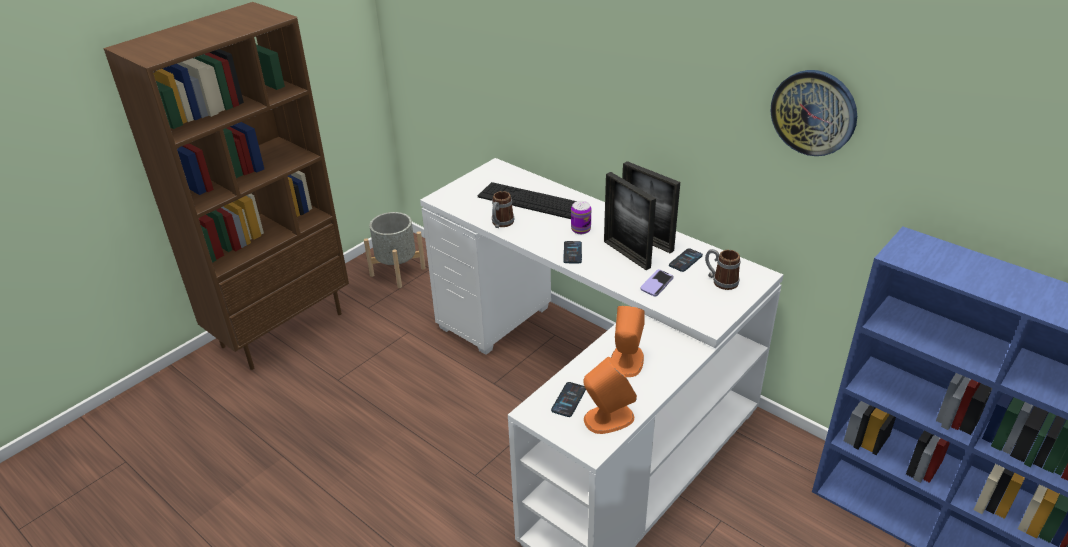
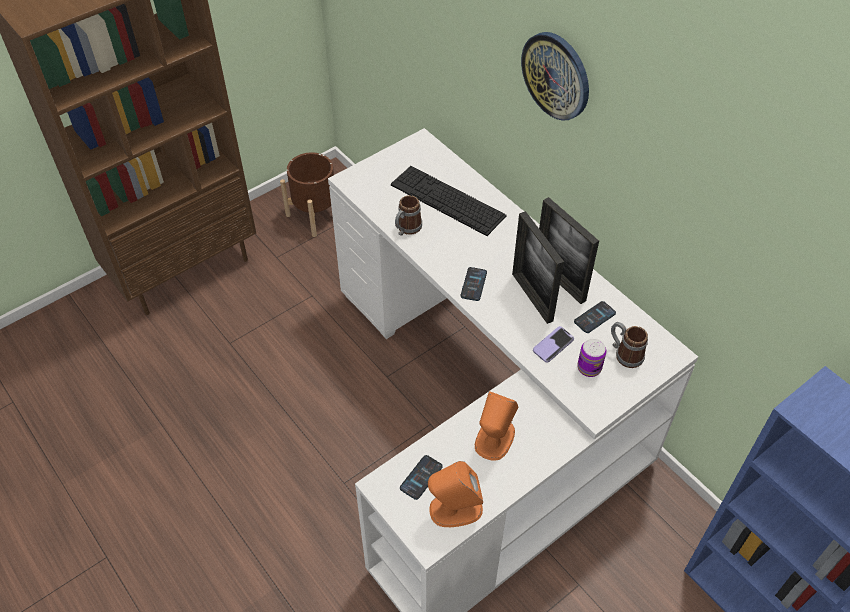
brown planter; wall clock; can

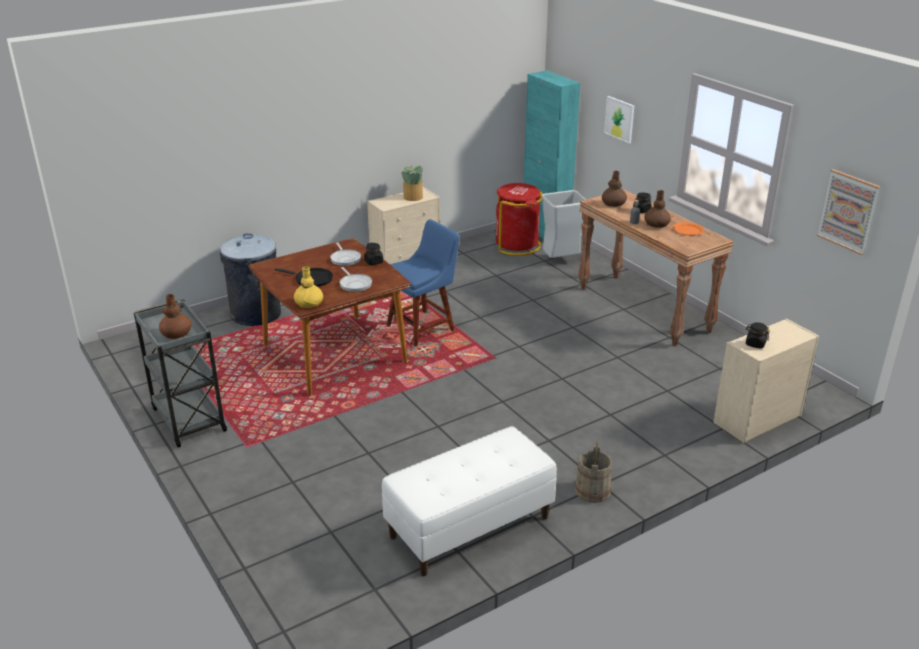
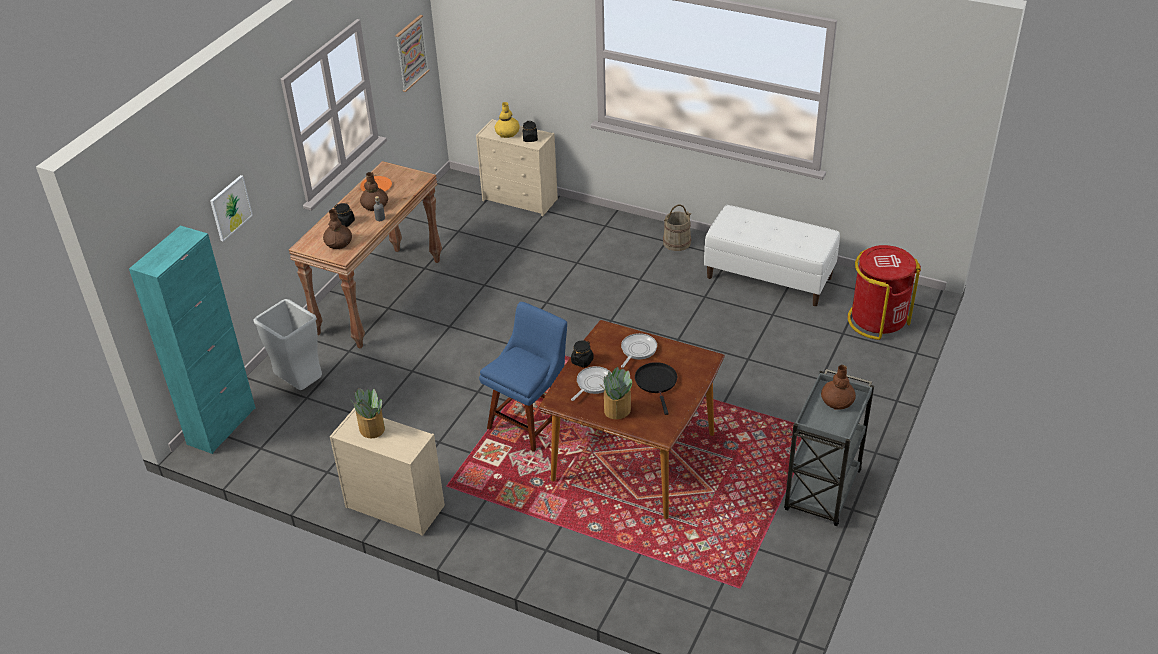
blue chair; yellow vase; potted plant (2nd from left); red trash can; grey trash can (1st from left in the first image)

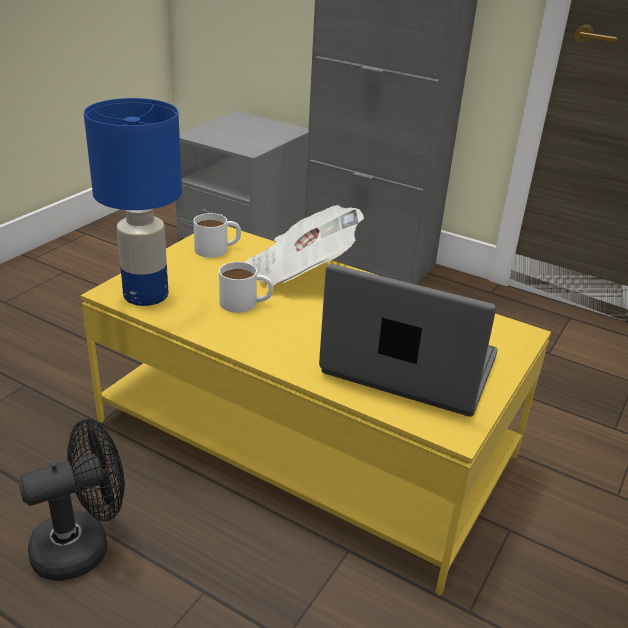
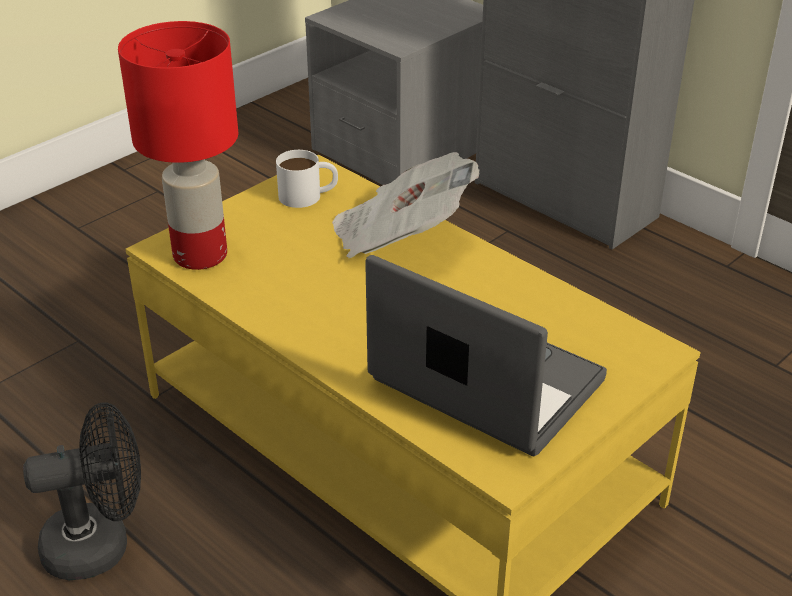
red table lamp; white mug (2nd from left in the first image)

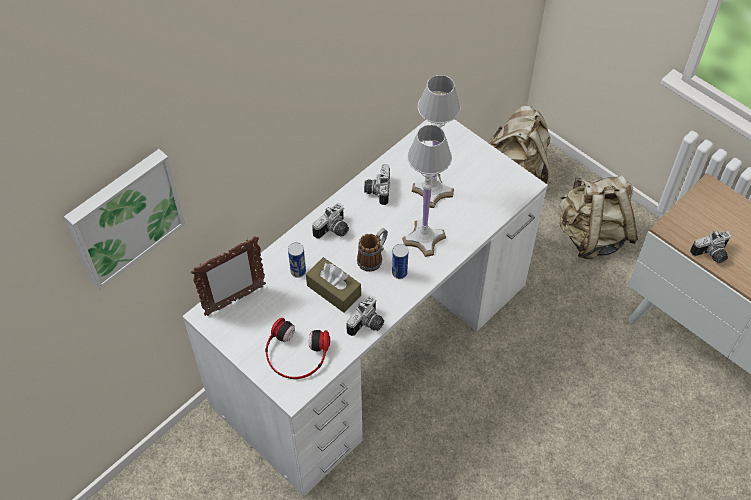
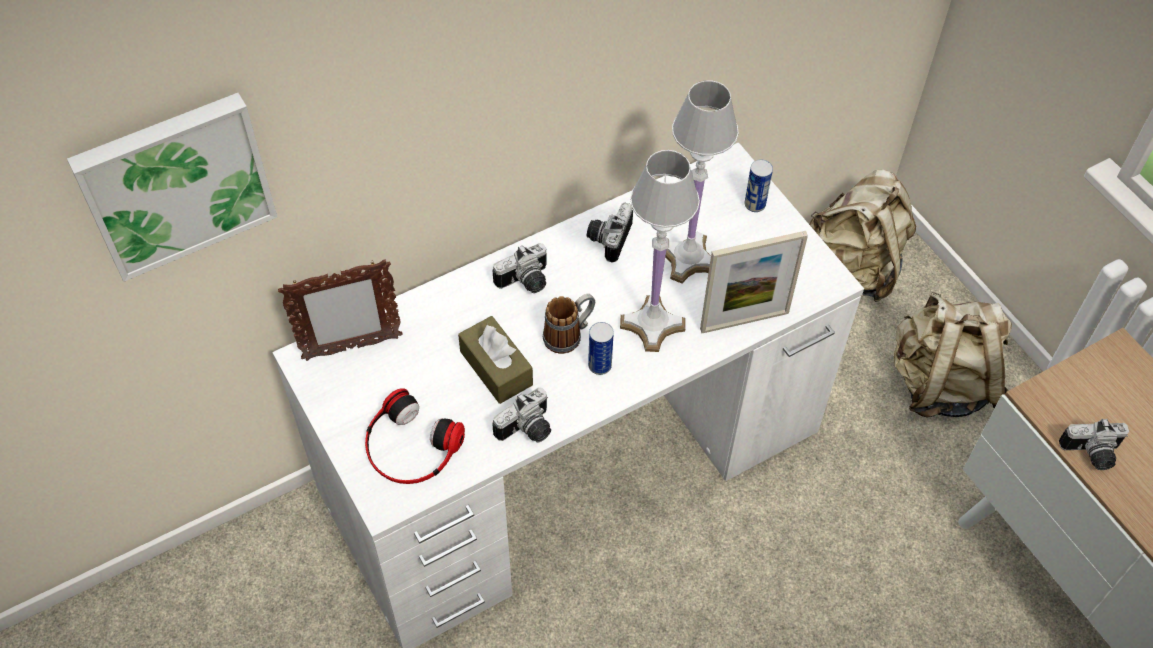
picture frame (2nd from left); can (2nd from left)

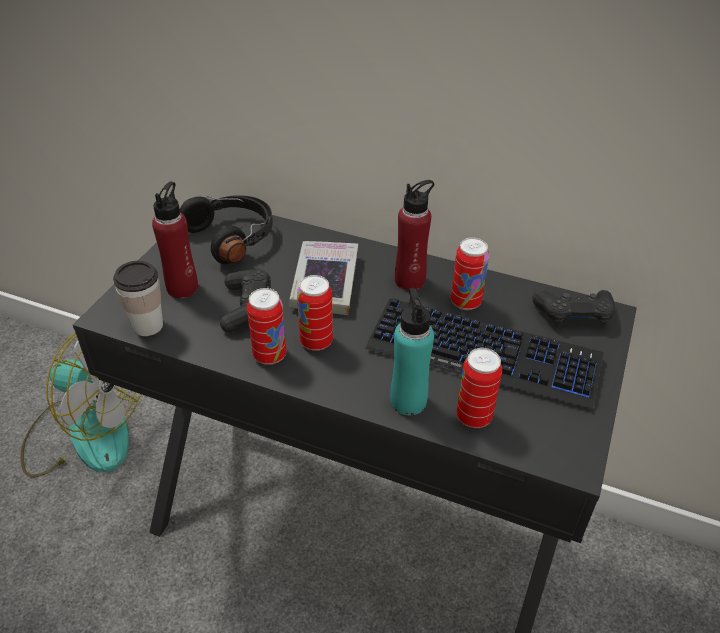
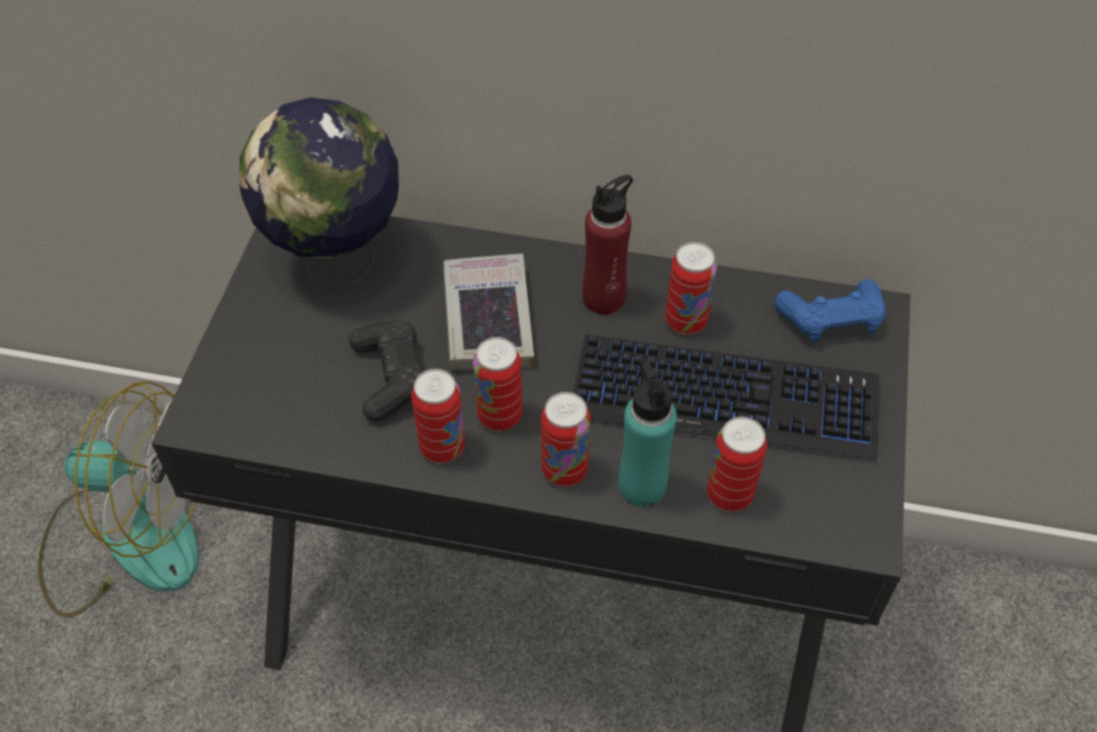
globe; can (3rd from left); blue game controller; cup; red bottle (1st from left in the first image)

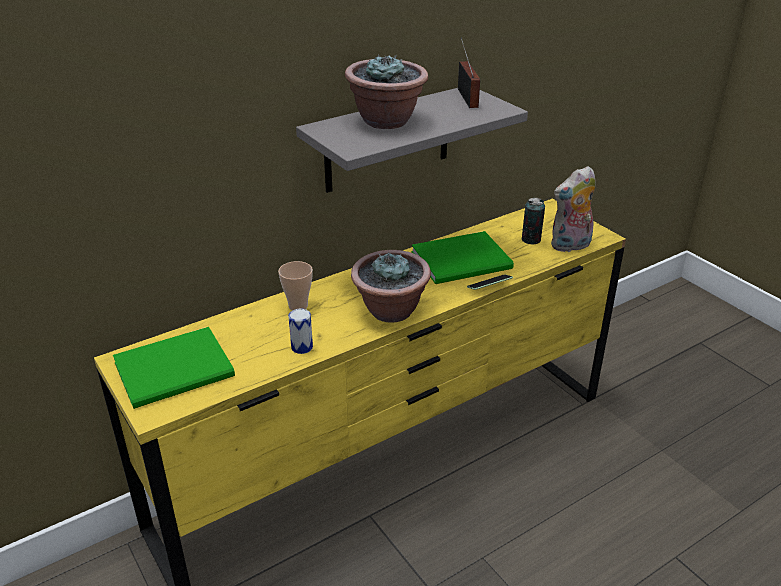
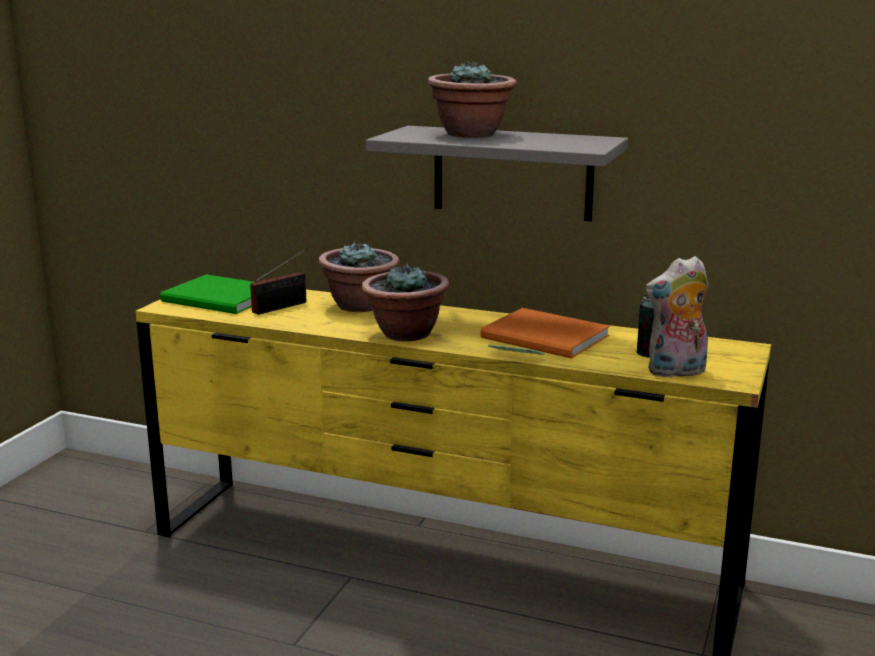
radio; potted plant (1st from left); orange book; plush toy; can (1st from left in the first image)

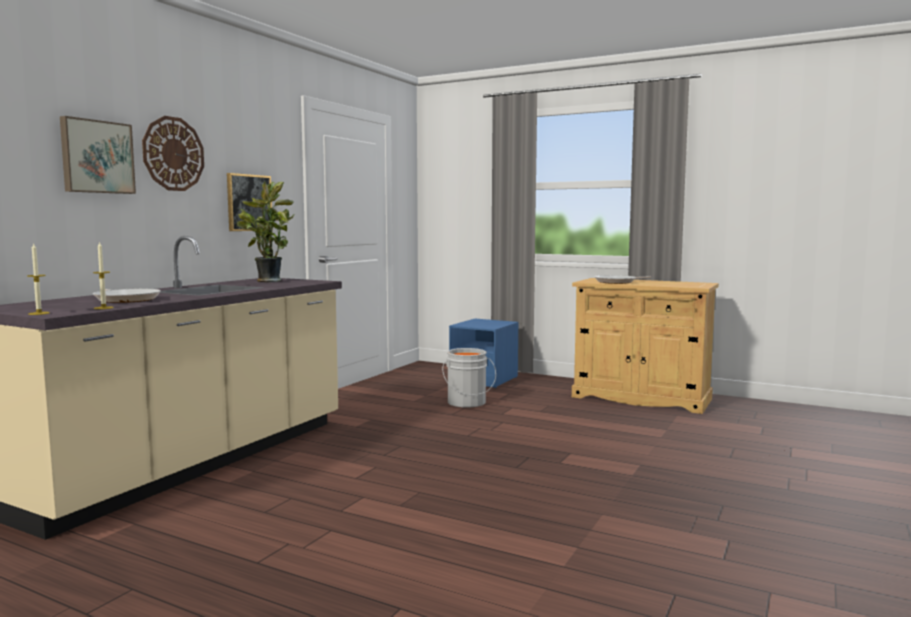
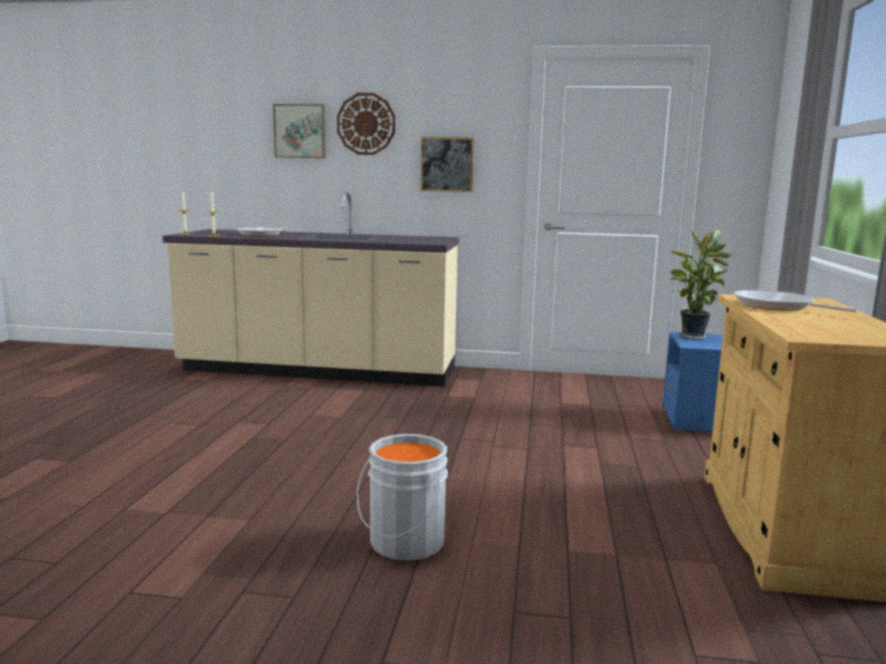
grey bucket; potted plant

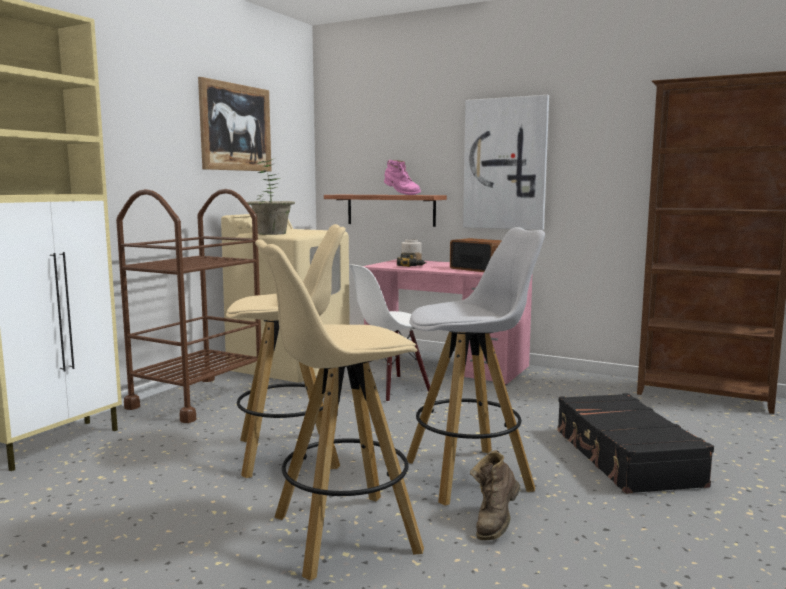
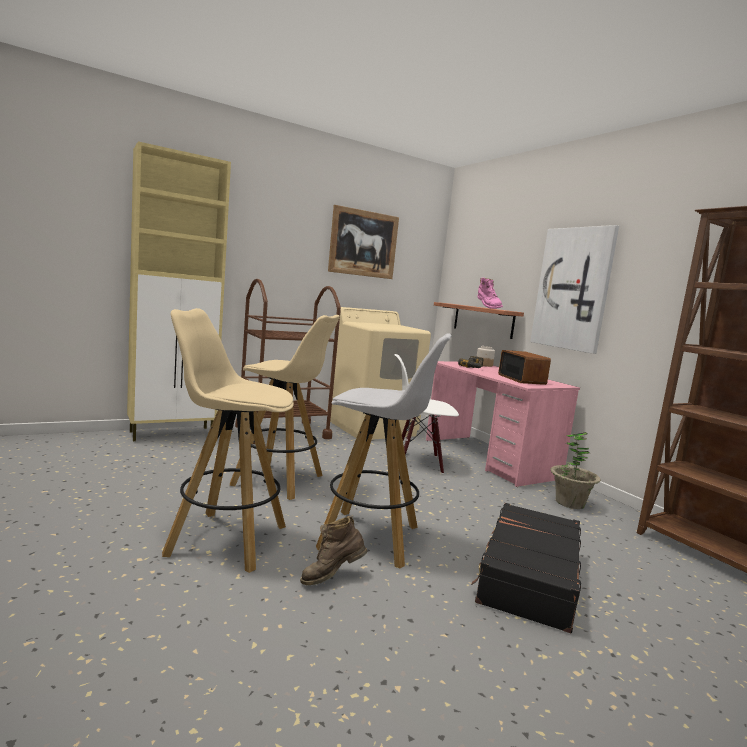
potted plant

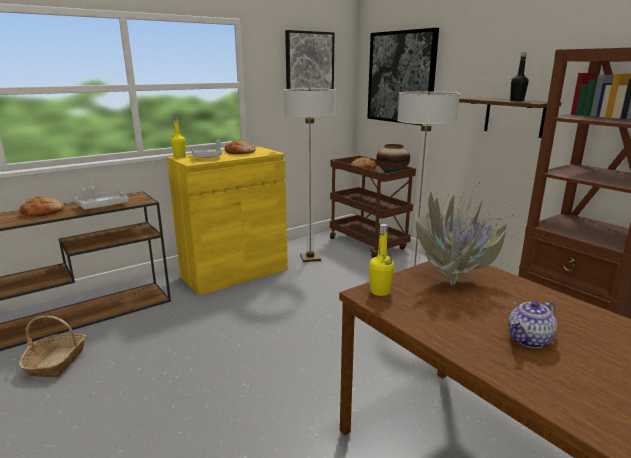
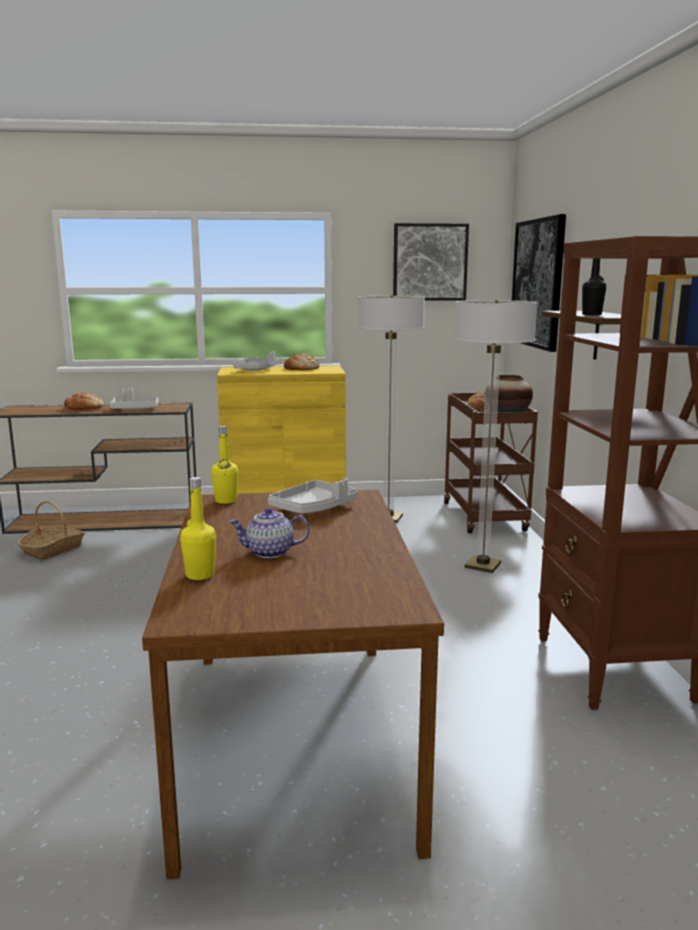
yellow bottle (1st from left); grey tray (3rd from left)

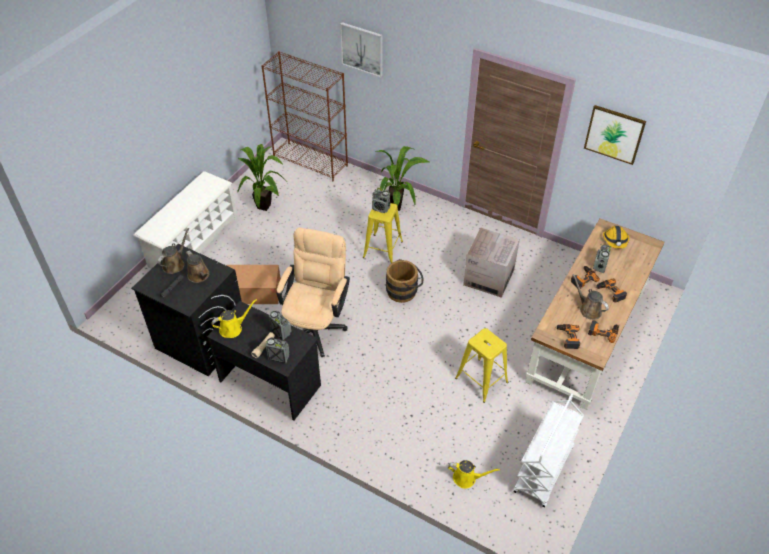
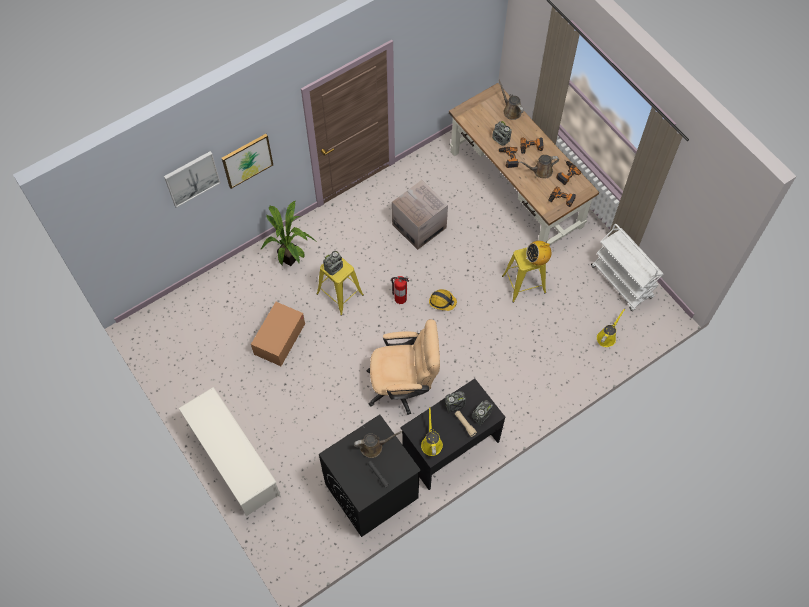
picture (2nd from left); cardboard box (1st from left); beige office chair; fire extinguisher; hard hat; brown watering can (2nd from left); radio (5th from left); potted plant (1st from left in the first image); brown bookcase

